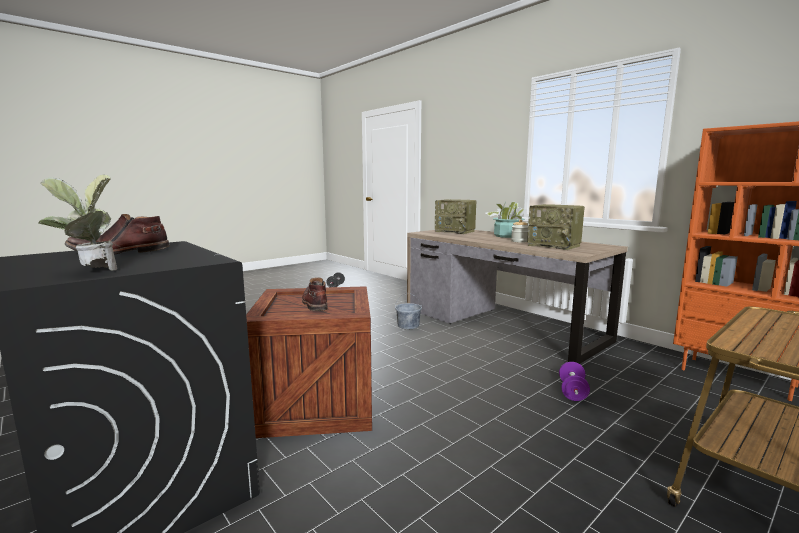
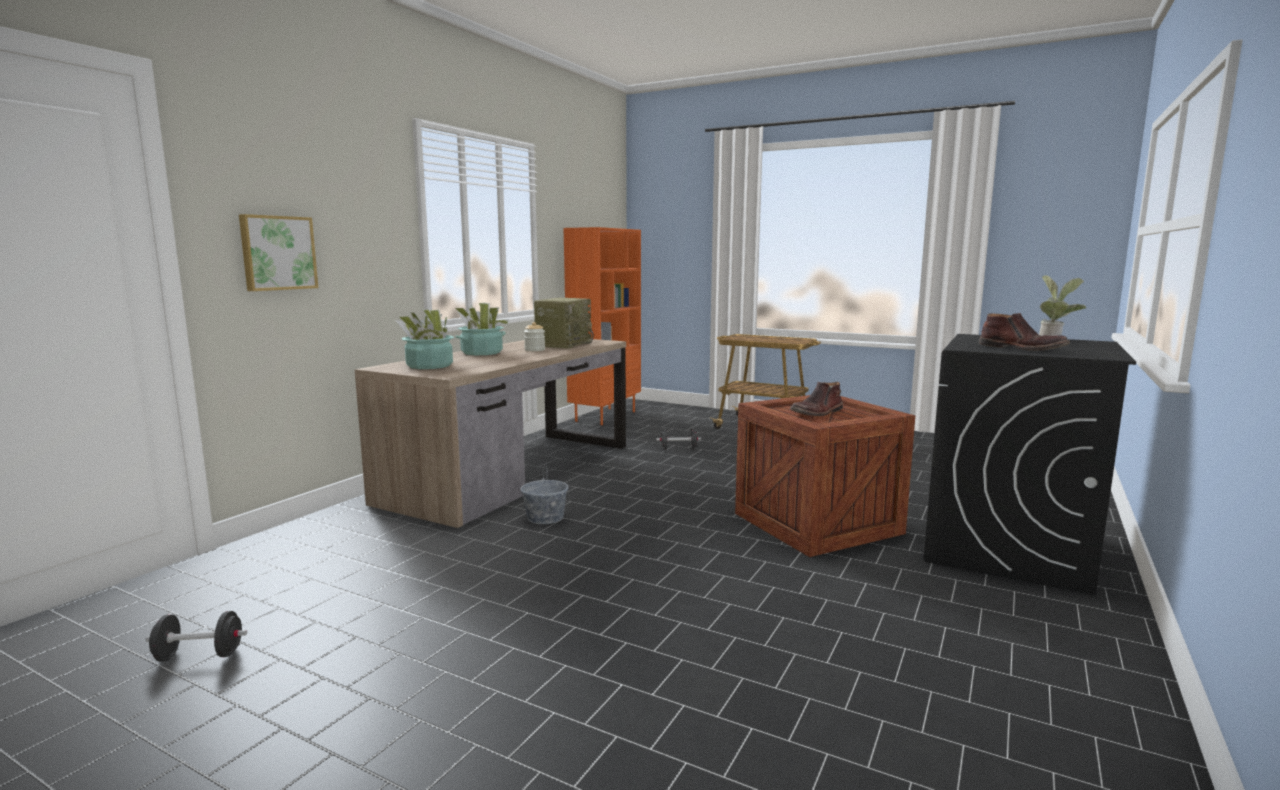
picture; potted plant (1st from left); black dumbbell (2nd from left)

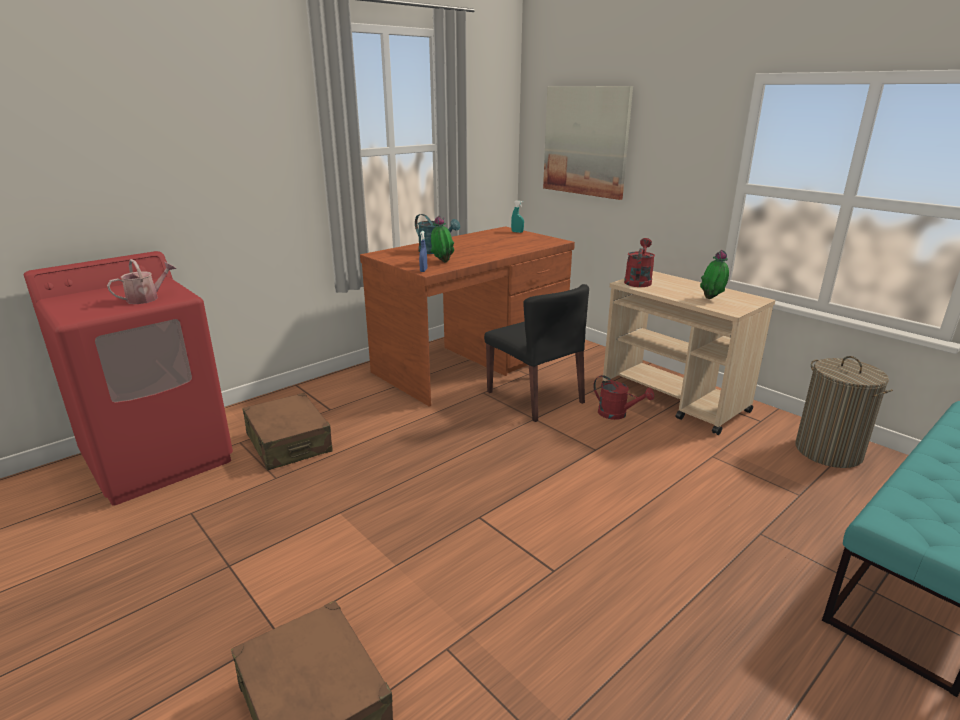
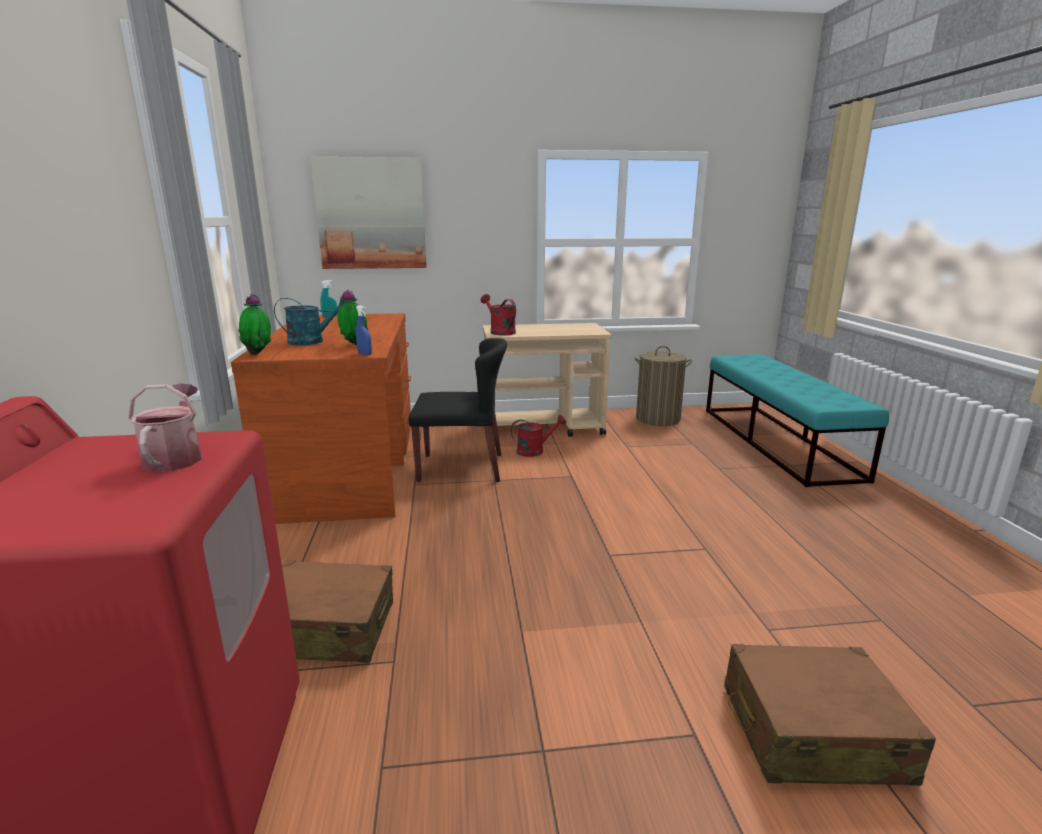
potted plant (1st from left)

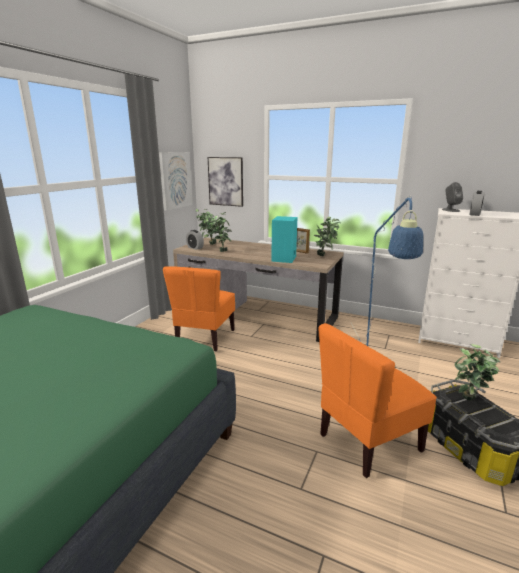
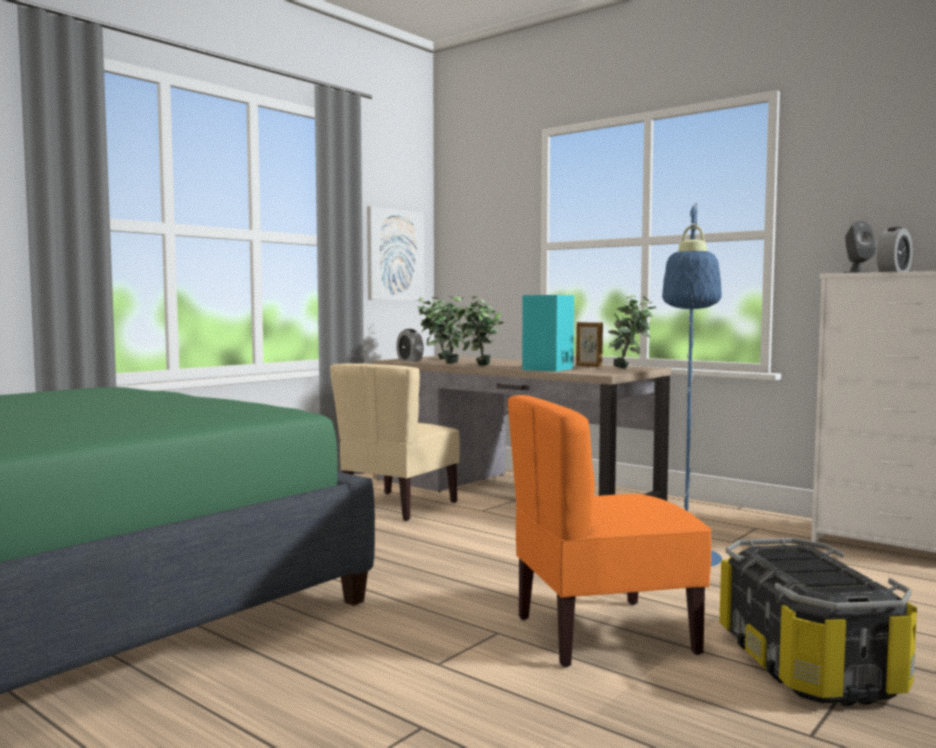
beige chair; potted plant (3rd from left); picture (2nd from left in the first image)

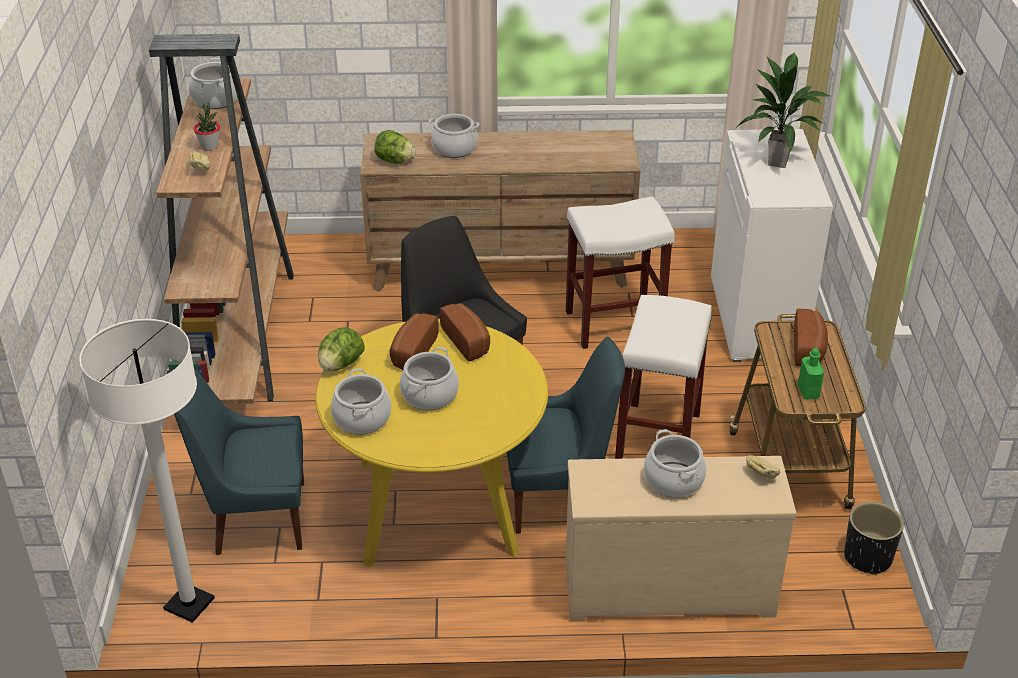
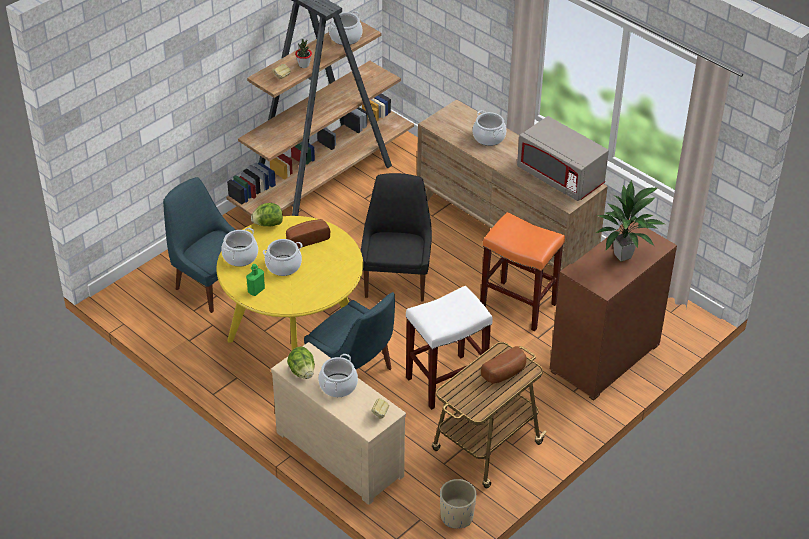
green bottle; lettuce (2nd from left); beige planter; orange stool; grey microwave; brown cabinet; white floor lamp; bread (3rd from left in the first image)

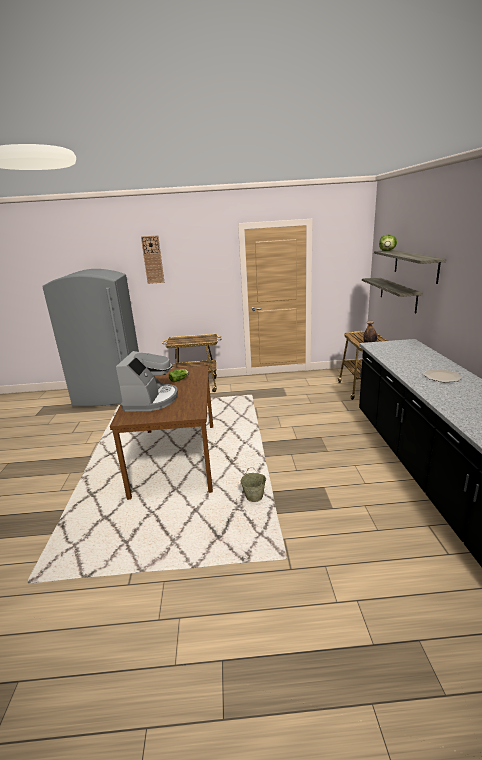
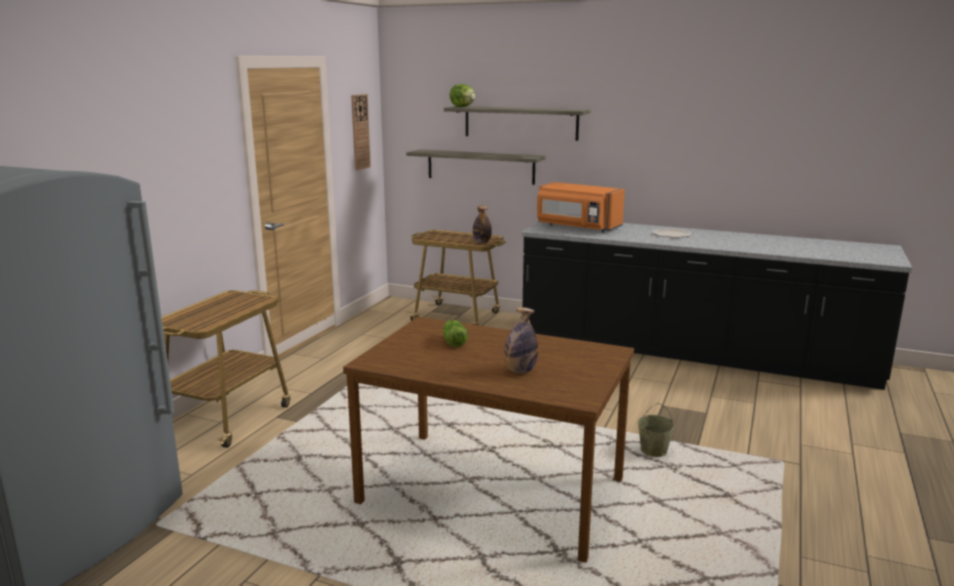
wall clock; bottle (2nd from left); orange microwave

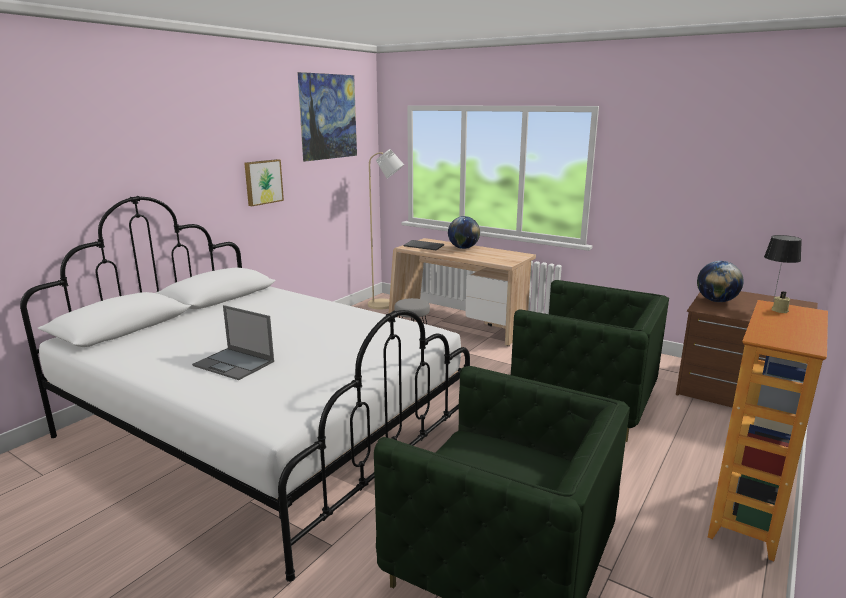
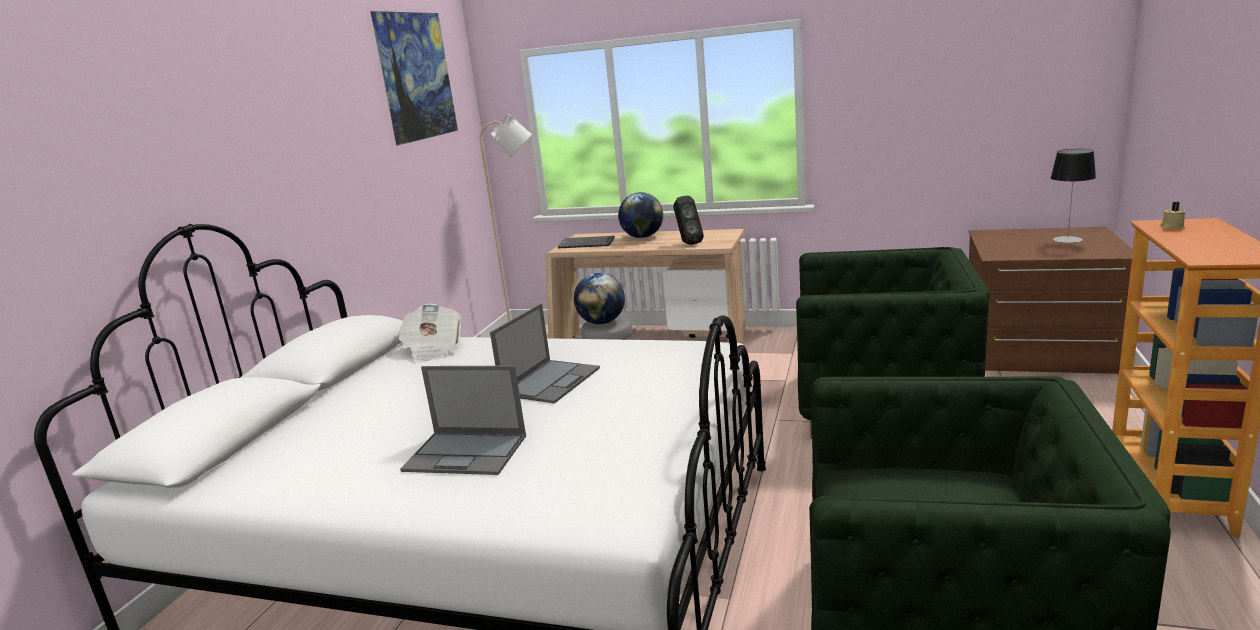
newspaper; laptop (2nd from left); globe (1st from left); black speaker; picture (1st from left in the first image)

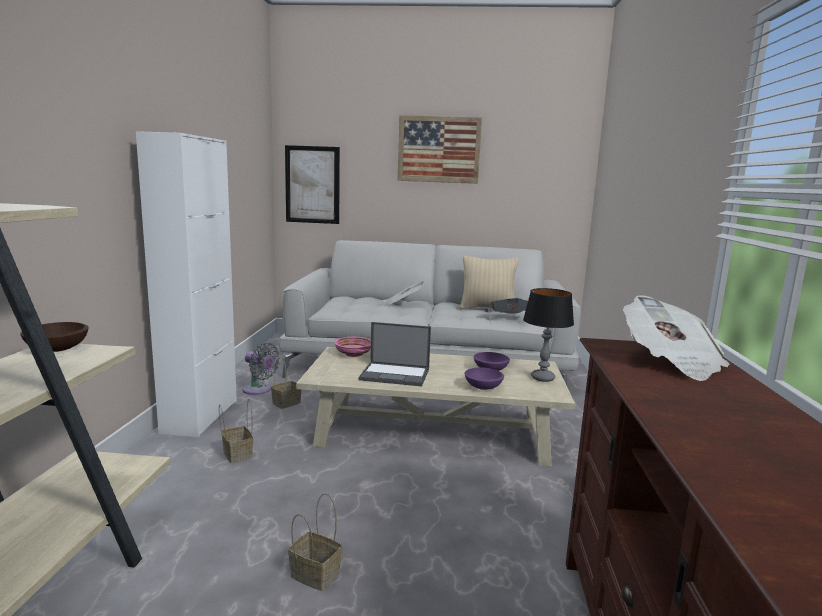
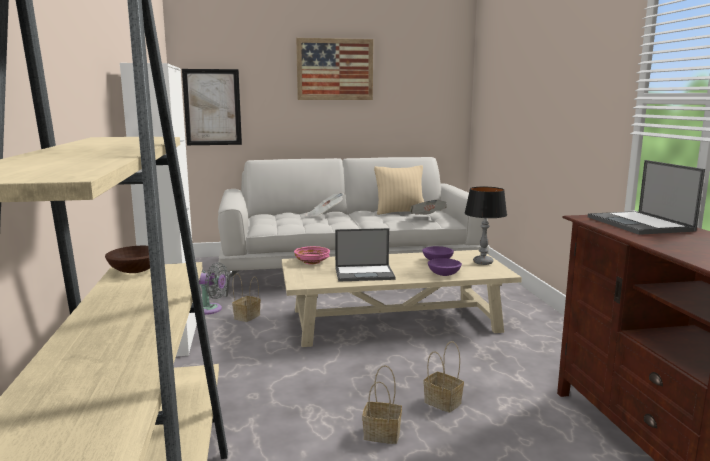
basket (3rd from left); laptop (2nd from left)

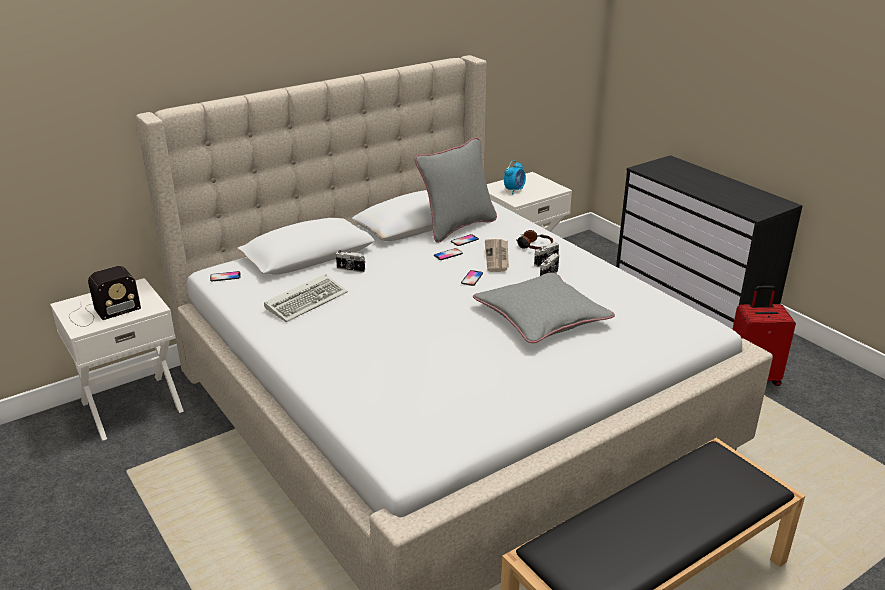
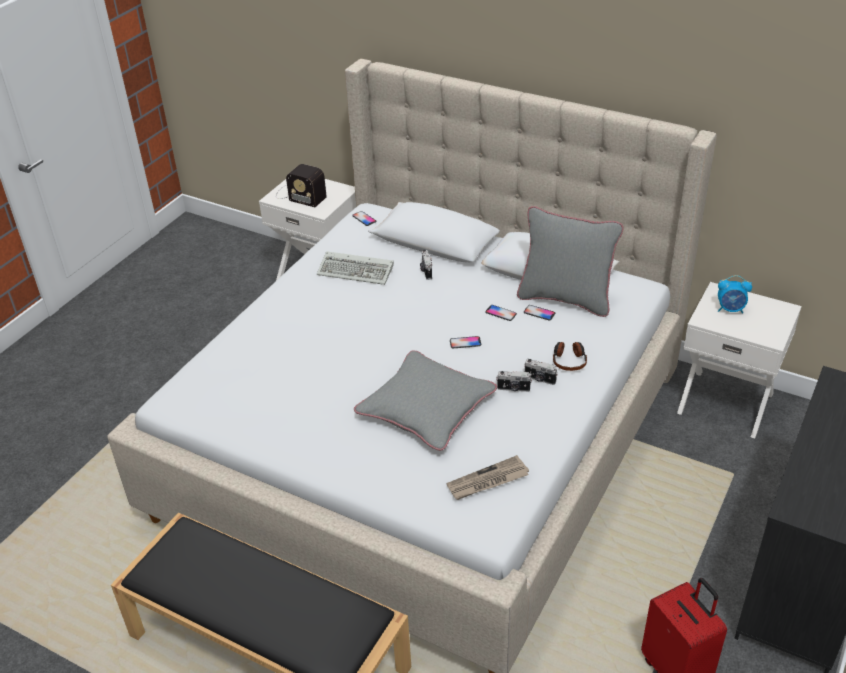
newspaper

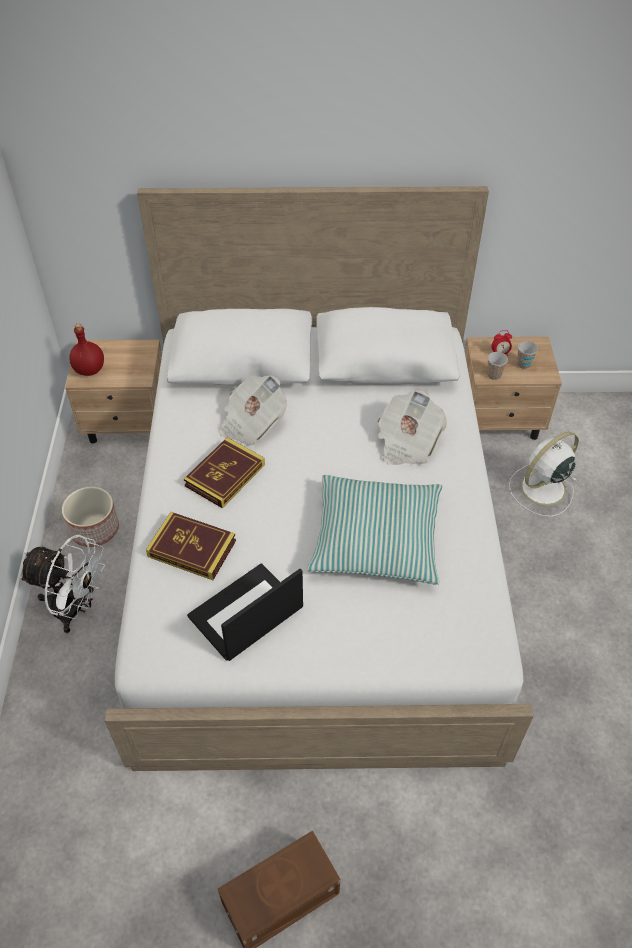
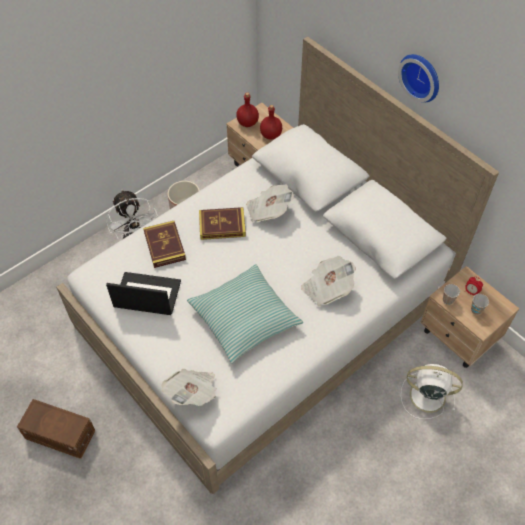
newspaper (1st from left); red bottle (2nd from left); wall clock

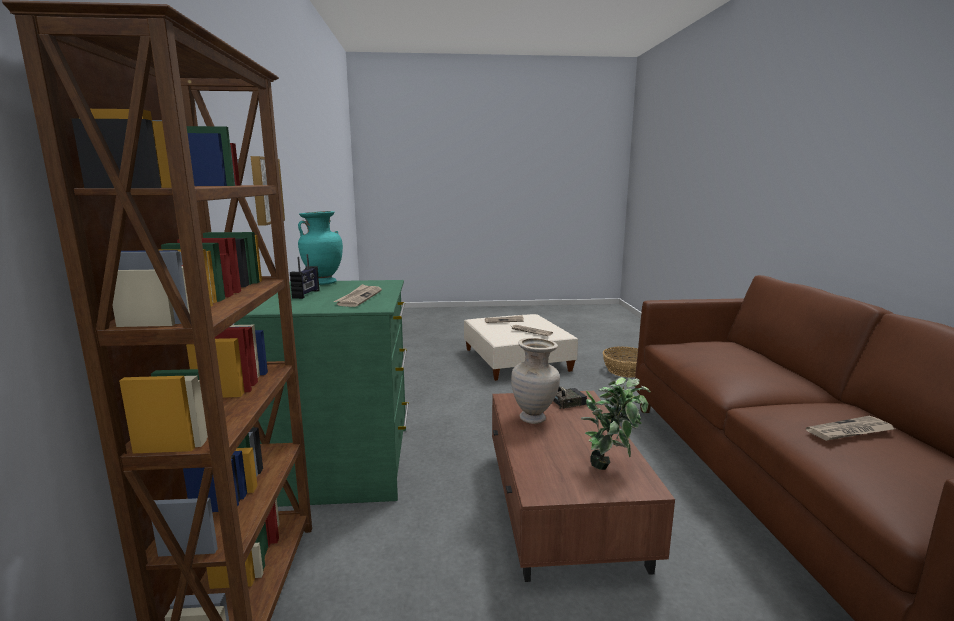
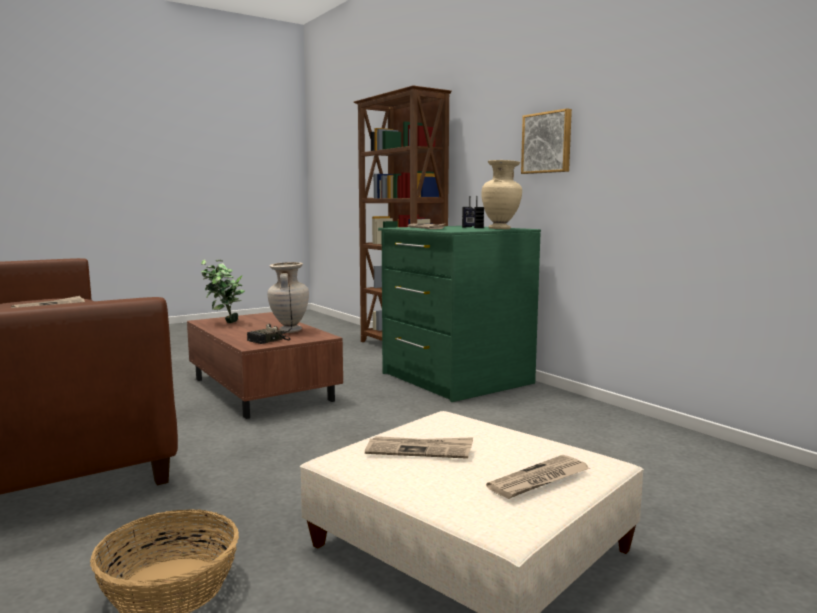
beige vase (2nd from left)

